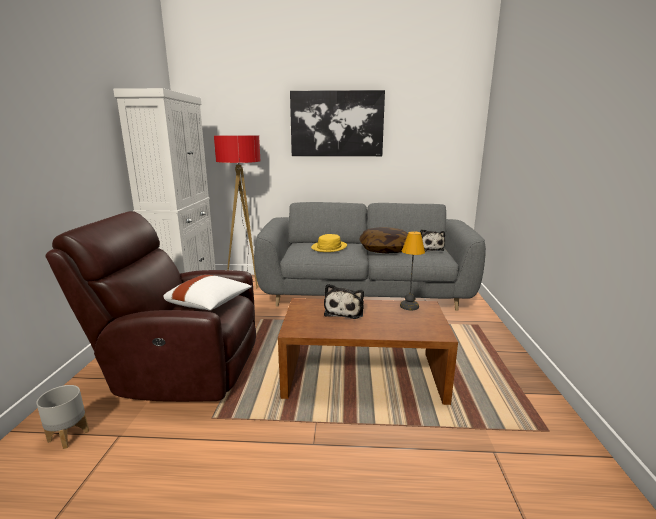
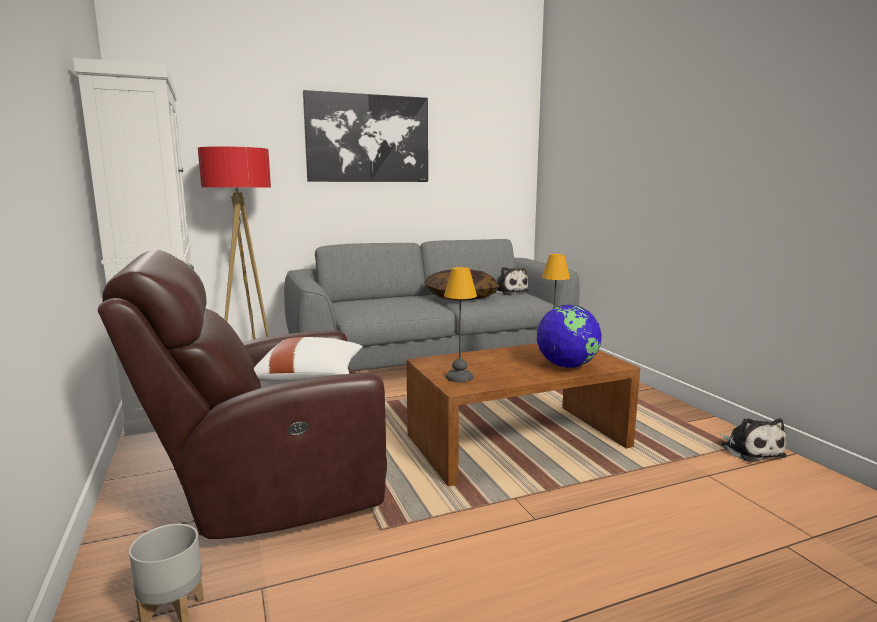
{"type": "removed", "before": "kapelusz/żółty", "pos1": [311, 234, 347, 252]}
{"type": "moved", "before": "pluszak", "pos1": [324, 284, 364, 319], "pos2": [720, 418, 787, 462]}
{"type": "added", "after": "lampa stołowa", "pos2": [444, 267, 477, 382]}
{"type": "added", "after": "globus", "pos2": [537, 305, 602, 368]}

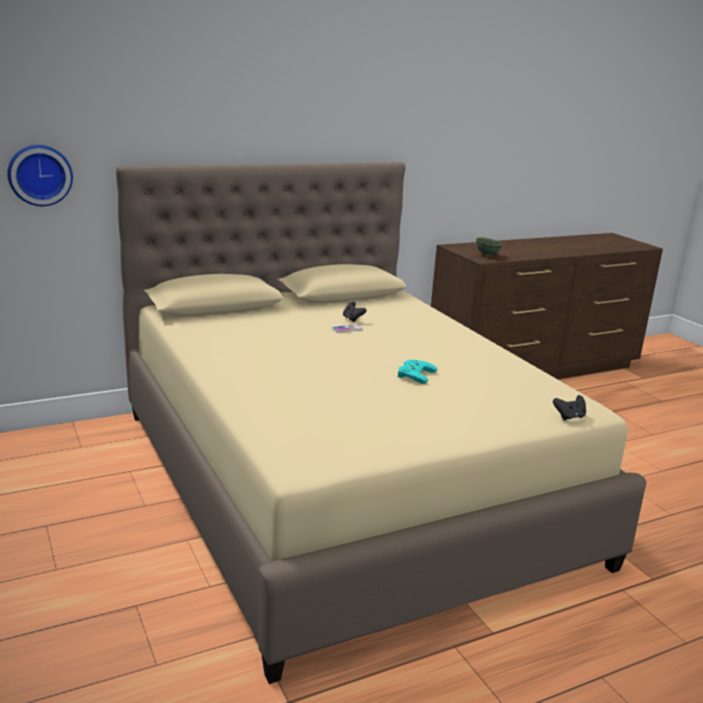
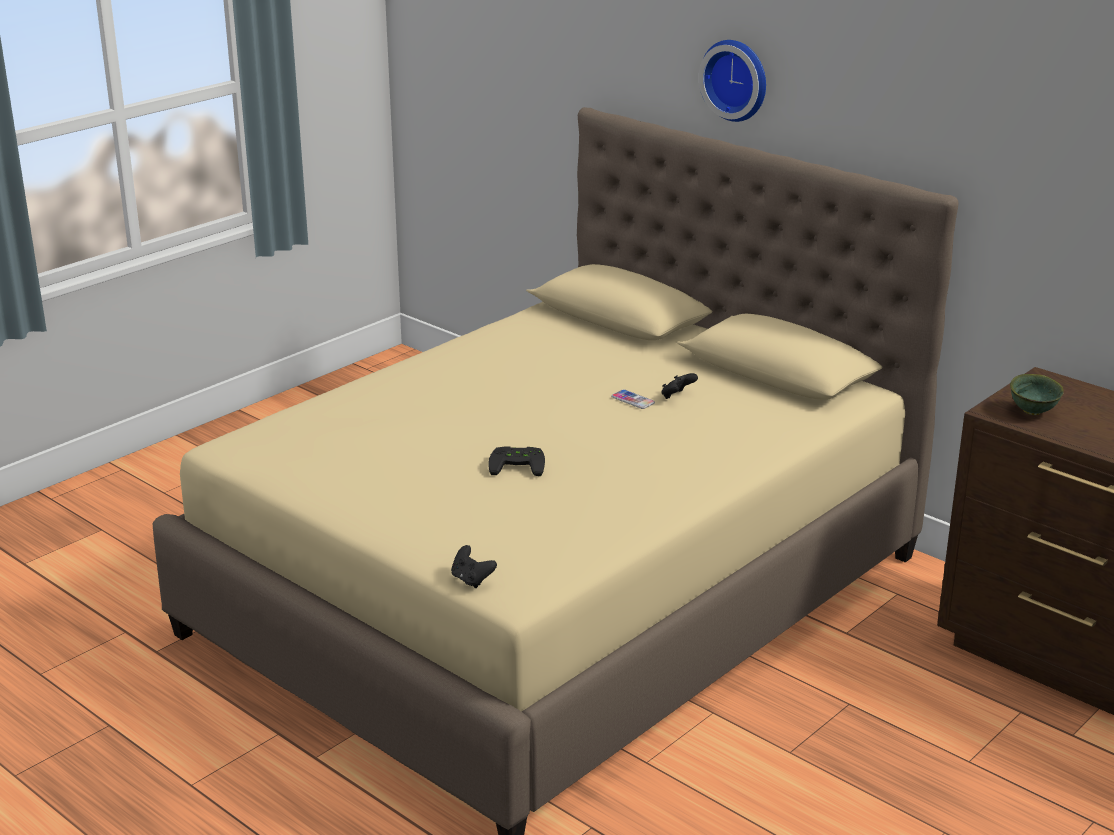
{"type": "moved", "before": "zegar ścienny", "pos1": [7, 145, 73, 206], "pos2": [699, 40, 766, 122]}
{"type": "recoloured", "before": "pad do gier/turkusowy", "after": "pad do gier/czarny", "pos1": [398, 360, 437, 384], "pos2": [488, 446, 545, 476]}

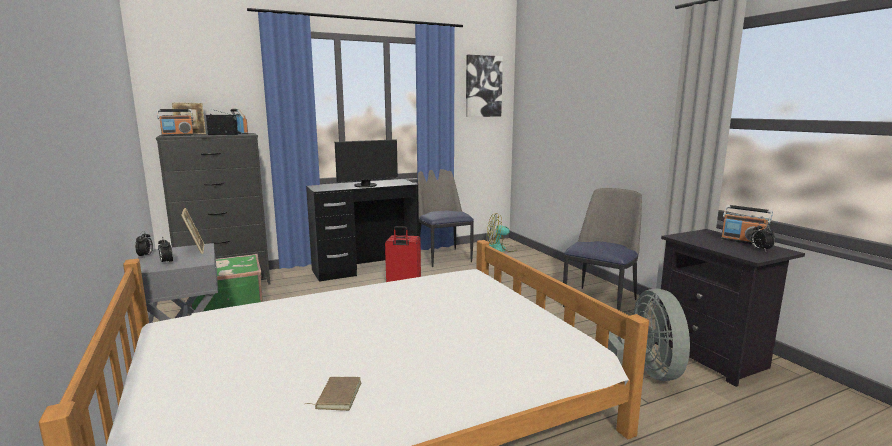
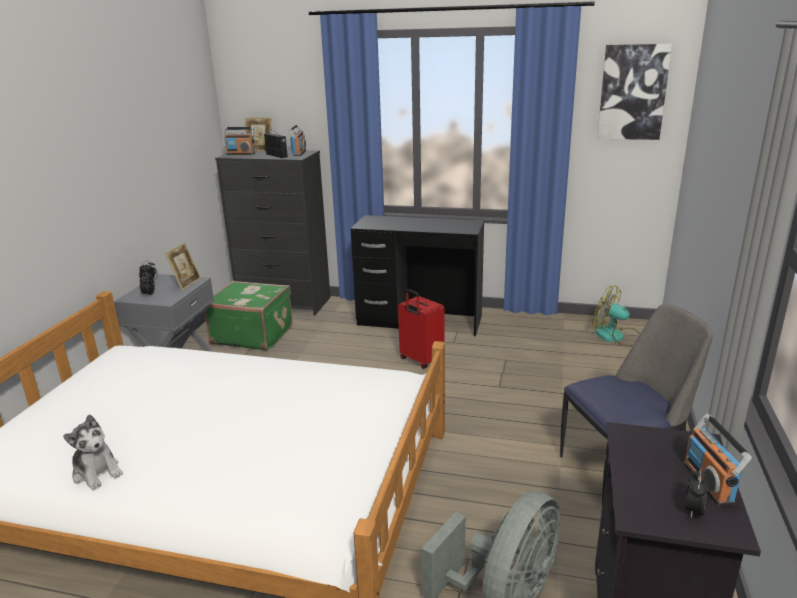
{"type": "replaced", "before": "książka/brązowy", "after": "pluszak", "pos1": [305, 377, 361, 411], "pos2": [63, 415, 123, 490]}
{"type": "removed", "before": "monitor", "pos1": [335, 139, 398, 188]}
{"type": "removed", "before": "krzesło", "pos1": [418, 169, 474, 267]}

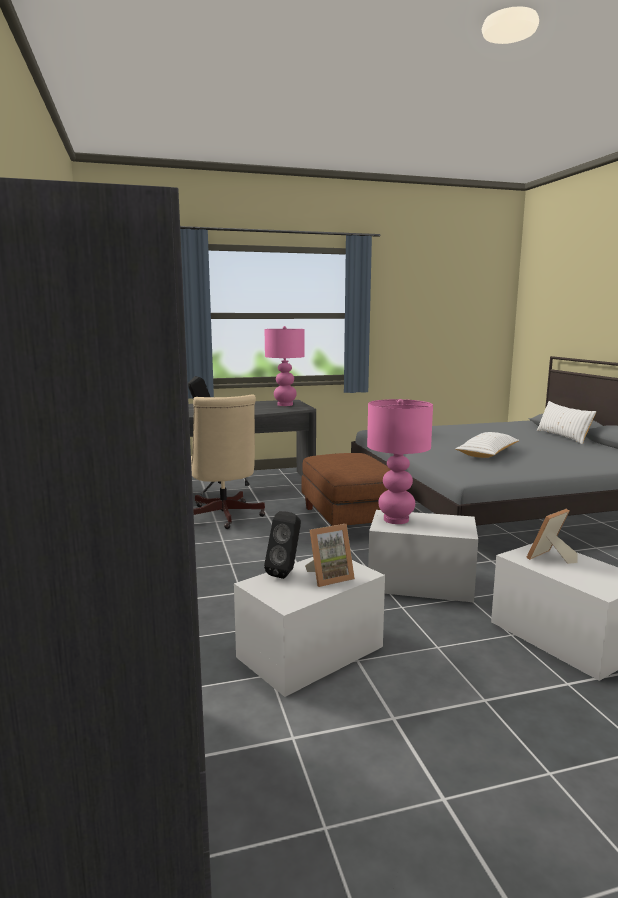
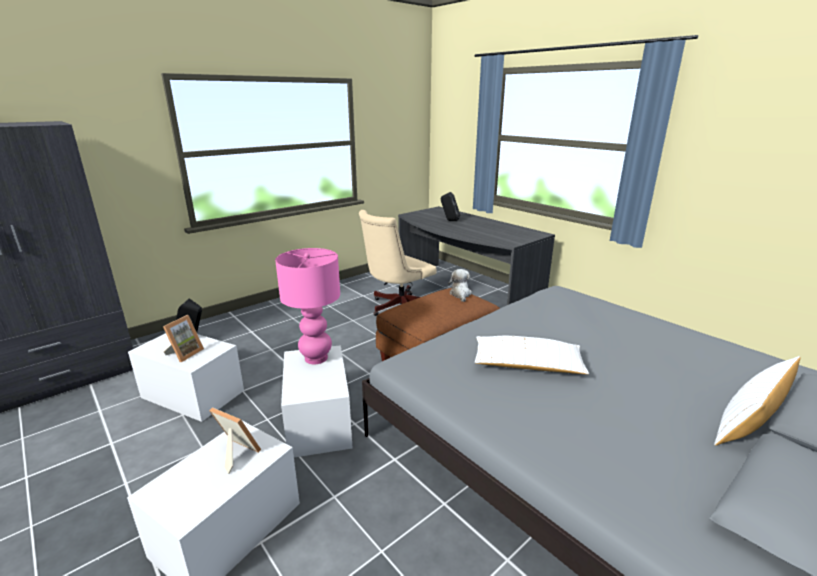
{"type": "removed", "before": "lampa stołowa/różowy", "pos1": [265, 326, 305, 406]}
{"type": "turned", "before": "ramka na zdjęcie", "pos1": [305, 524, 355, 587], "pos2": [163, 315, 204, 362], "turn": -105}
{"type": "added", "after": "pluszak", "pos2": [448, 269, 472, 302]}

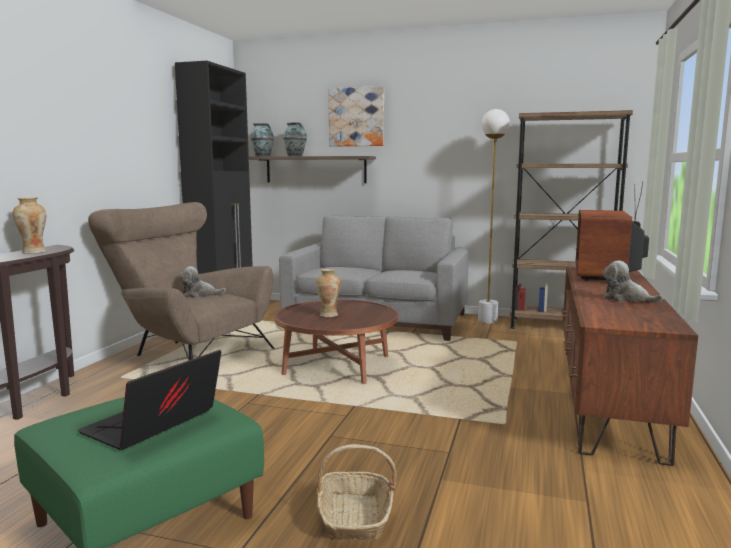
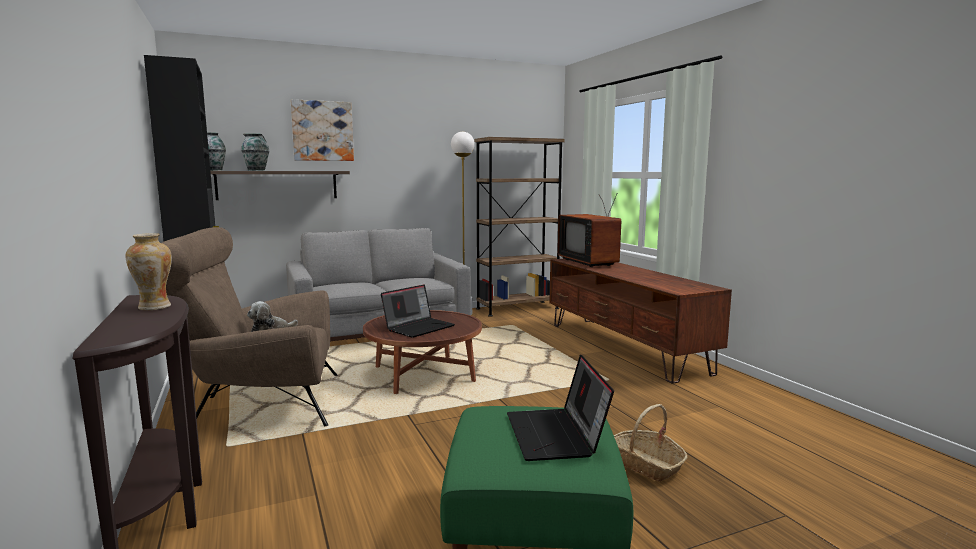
{"type": "replaced", "before": "wazon", "after": "laptop", "pos1": [316, 269, 341, 317], "pos2": [381, 285, 455, 338]}
{"type": "removed", "before": "pluszak", "pos1": [603, 261, 664, 303]}

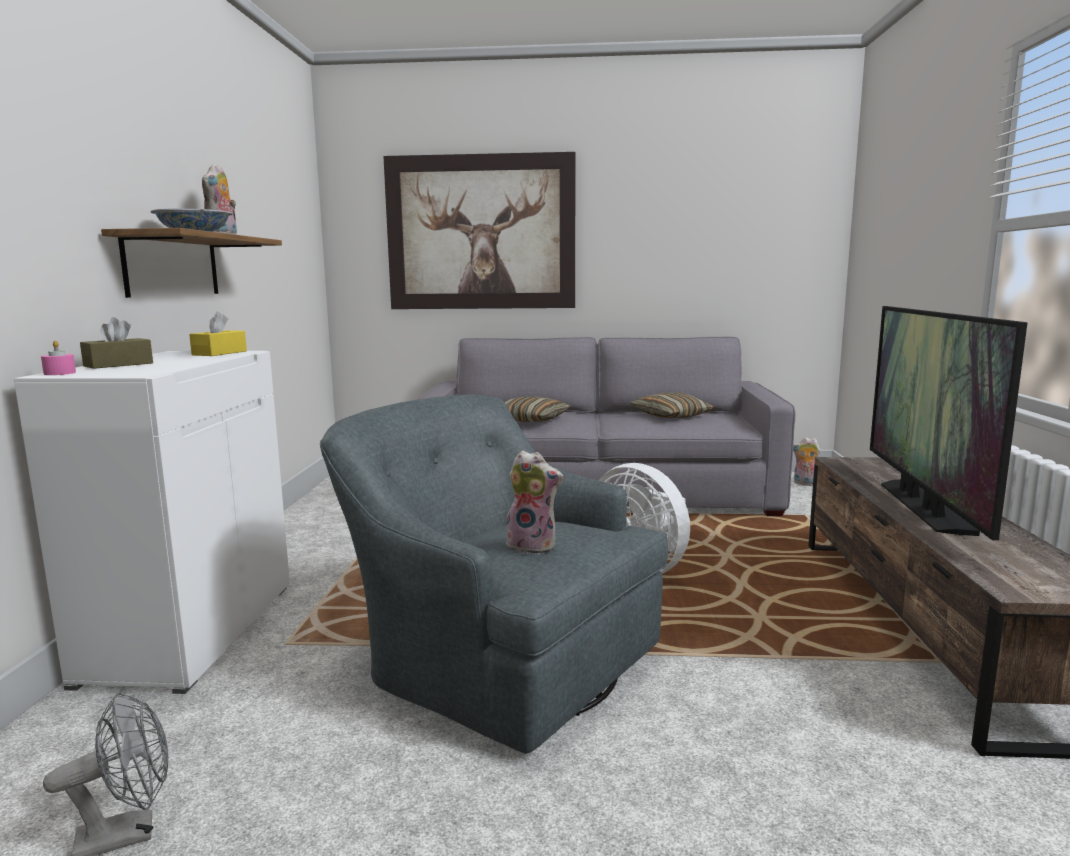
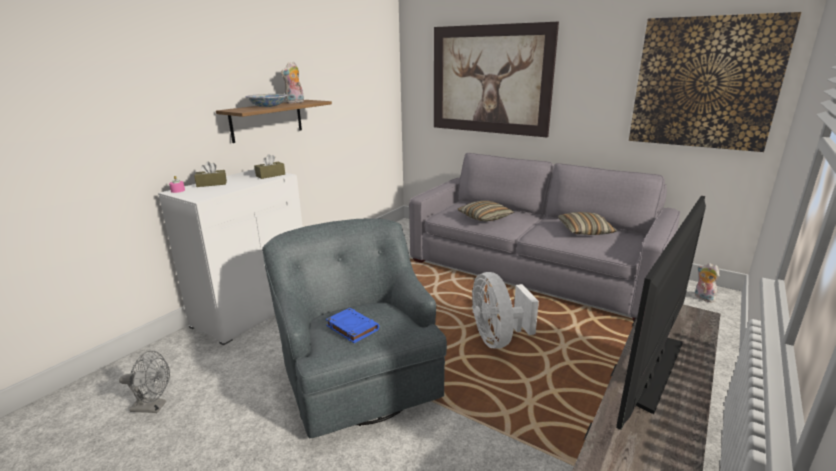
{"type": "recoloured", "before": "pudełko chusteczek/żółty", "after": "pudełko chusteczek/brązowy", "pos1": [189, 312, 247, 356], "pos2": [254, 154, 285, 179]}
{"type": "replaced", "before": "pluszak", "after": "książka/niebieski", "pos1": [506, 450, 563, 554], "pos2": [326, 308, 379, 343]}
{"type": "added", "after": "obraz", "pos2": [629, 12, 801, 152]}

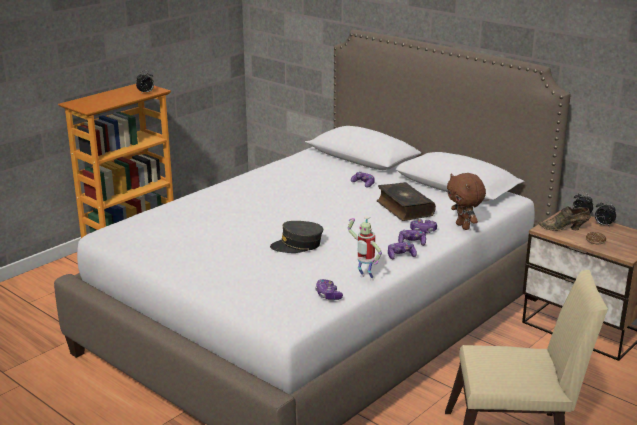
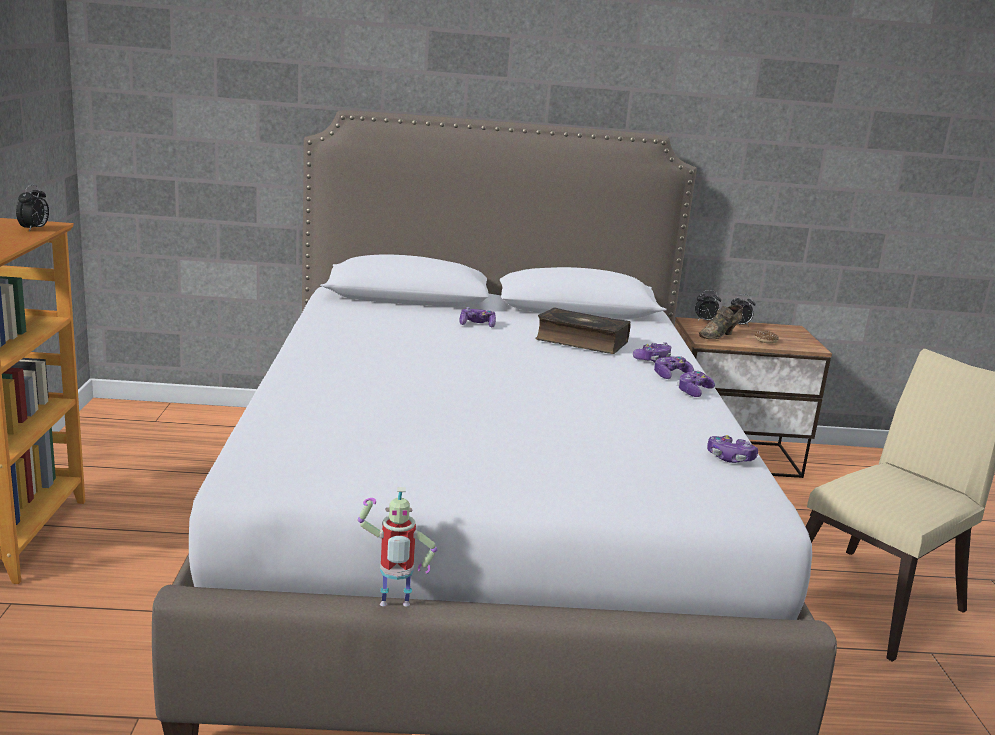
{"type": "removed", "before": "czapka z daszkiem/szary", "pos1": [270, 221, 323, 253]}
{"type": "moved", "before": "robot zabawkowy", "pos1": [348, 216, 382, 281], "pos2": [358, 487, 437, 606]}
{"type": "removed", "before": "pluszak/brązowy", "pos1": [447, 173, 486, 230]}

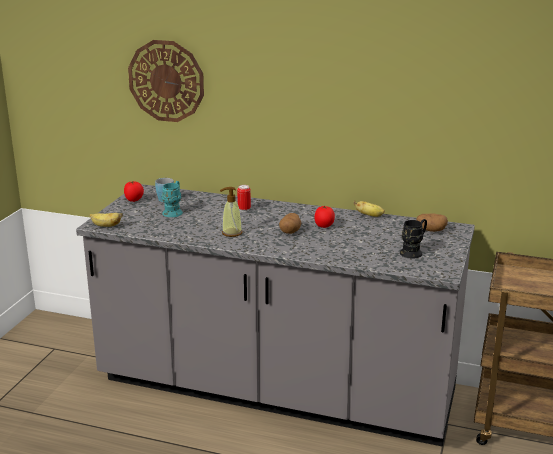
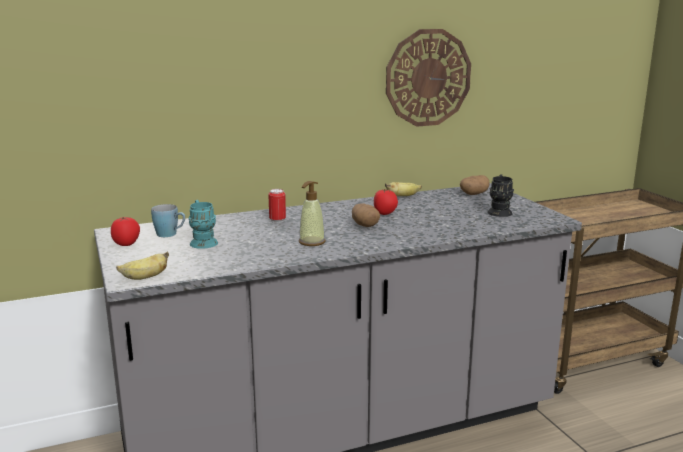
{"type": "moved", "before": "zegar ścienny", "pos1": [128, 40, 204, 122], "pos2": [386, 29, 471, 127]}

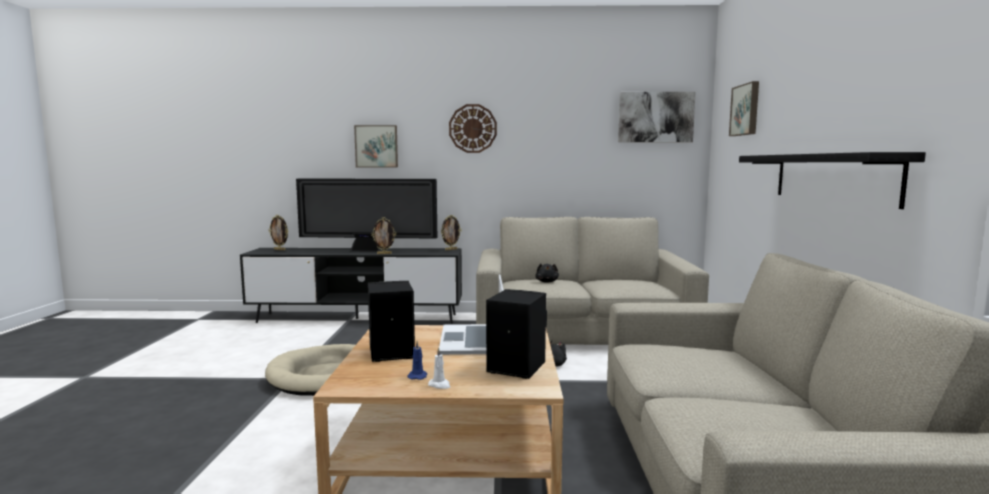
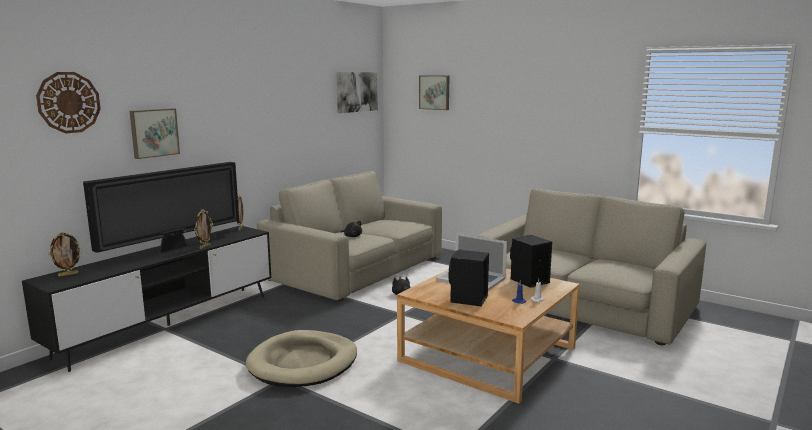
{"type": "moved", "before": "zegar ścienny", "pos1": [449, 104, 497, 153], "pos2": [36, 72, 101, 133]}
{"type": "removed", "before": "półka/czarny", "pos1": [739, 152, 926, 209]}

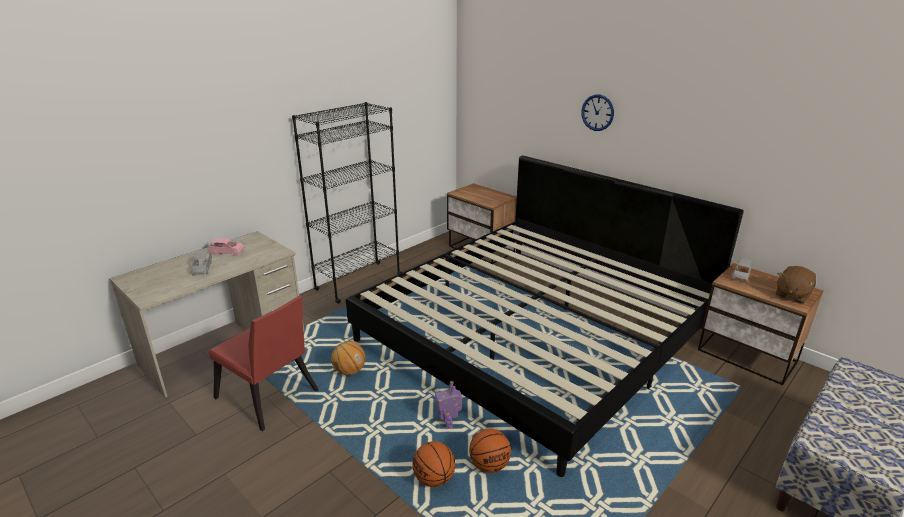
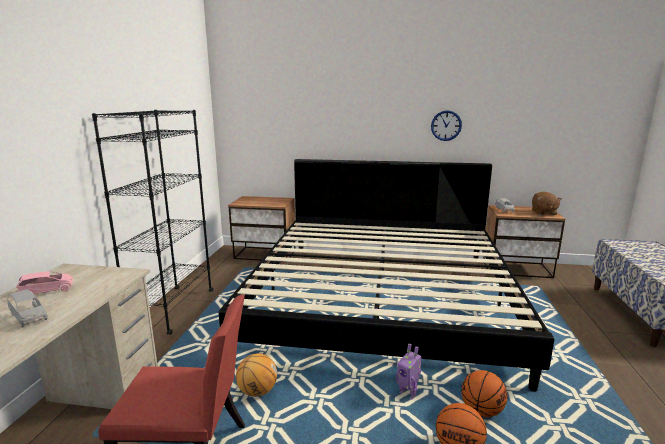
{"type": "moved", "before": "zegar ścienny", "pos1": [581, 94, 614, 131], "pos2": [431, 110, 462, 141]}

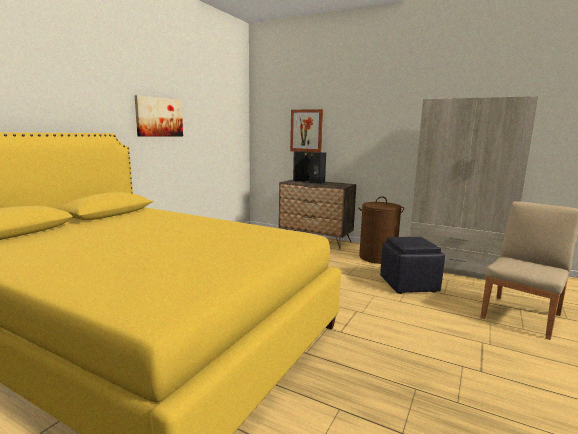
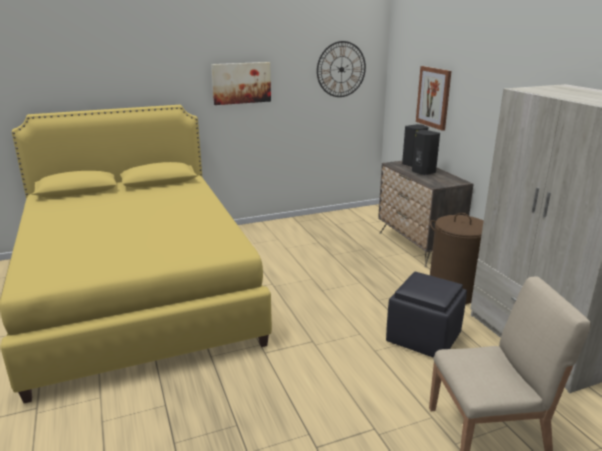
{"type": "added", "after": "zegar ścienny", "pos2": [317, 41, 366, 97]}

